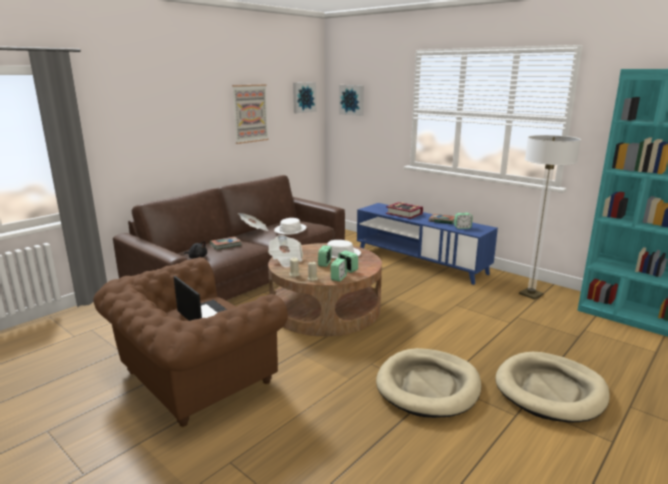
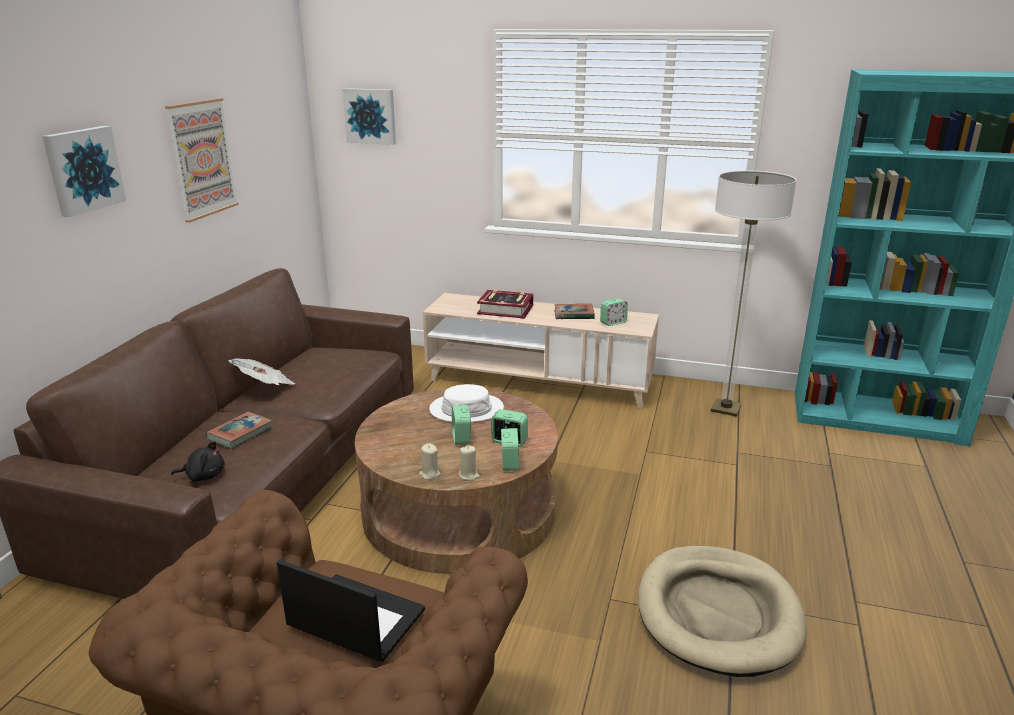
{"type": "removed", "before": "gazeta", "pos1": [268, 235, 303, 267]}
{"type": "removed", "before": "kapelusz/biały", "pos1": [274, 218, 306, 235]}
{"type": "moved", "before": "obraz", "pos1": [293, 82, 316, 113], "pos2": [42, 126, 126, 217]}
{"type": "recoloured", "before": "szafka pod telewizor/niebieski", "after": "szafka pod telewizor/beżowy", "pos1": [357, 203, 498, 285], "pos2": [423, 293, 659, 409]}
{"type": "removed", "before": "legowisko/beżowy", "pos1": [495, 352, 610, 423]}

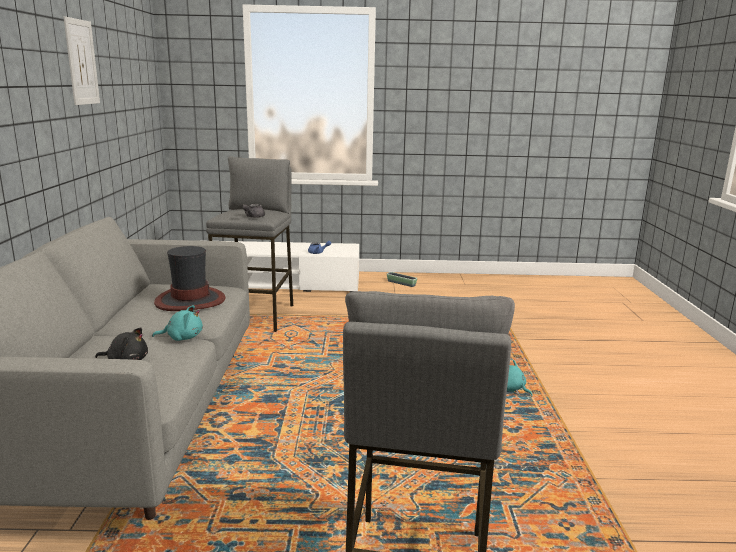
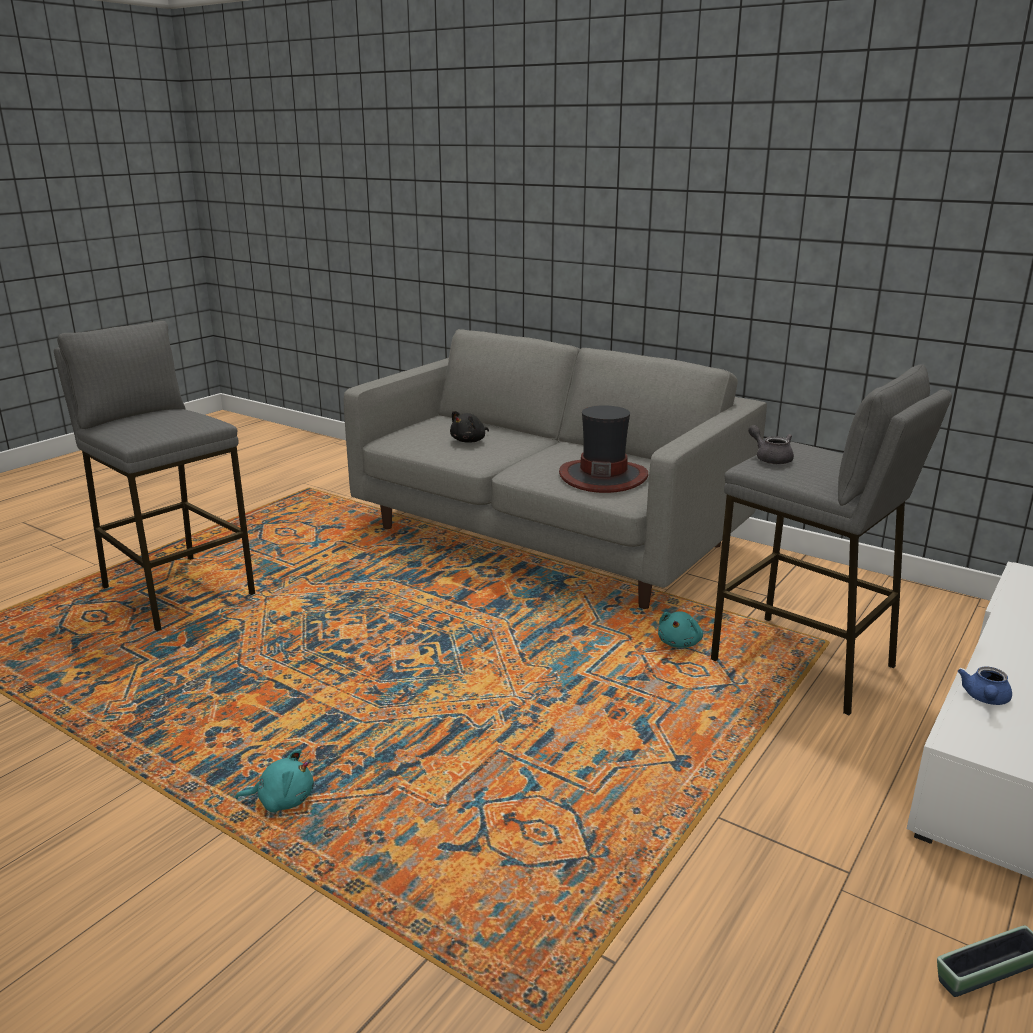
{"type": "removed", "before": "obraz", "pos1": [63, 16, 100, 105]}
{"type": "moved", "before": "pluszak/turkusowy", "pos1": [152, 305, 203, 341], "pos2": [658, 611, 703, 648]}

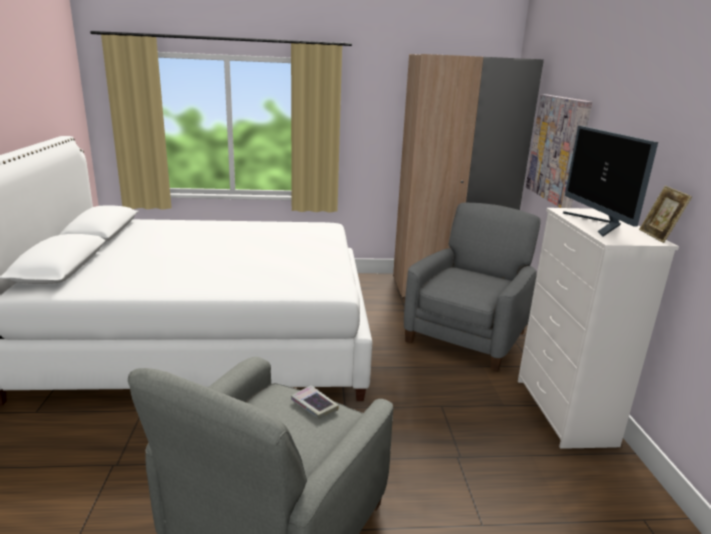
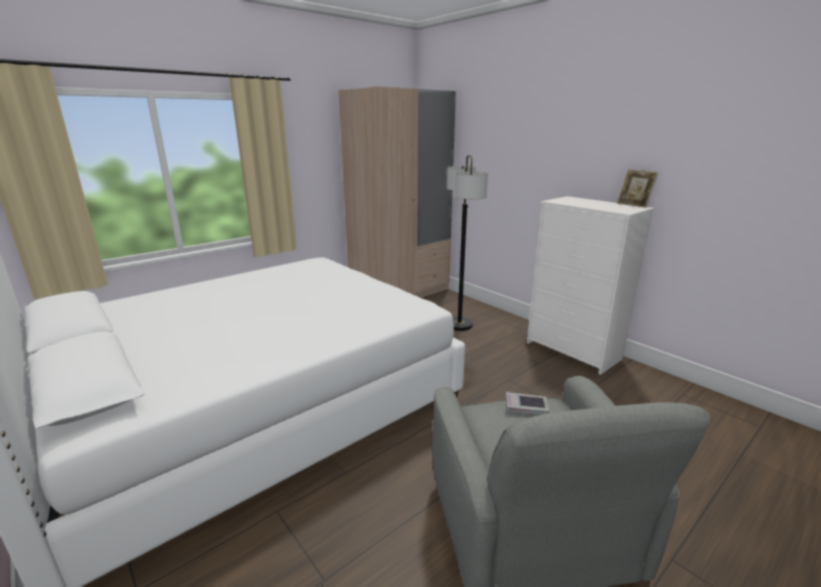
{"type": "replaced", "before": "fotel/szary", "after": "lampa stojąca", "pos1": [404, 203, 541, 371], "pos2": [447, 154, 488, 331]}
{"type": "removed", "before": "obraz", "pos1": [526, 94, 592, 208]}
{"type": "removed", "before": "monitor", "pos1": [563, 126, 658, 236]}

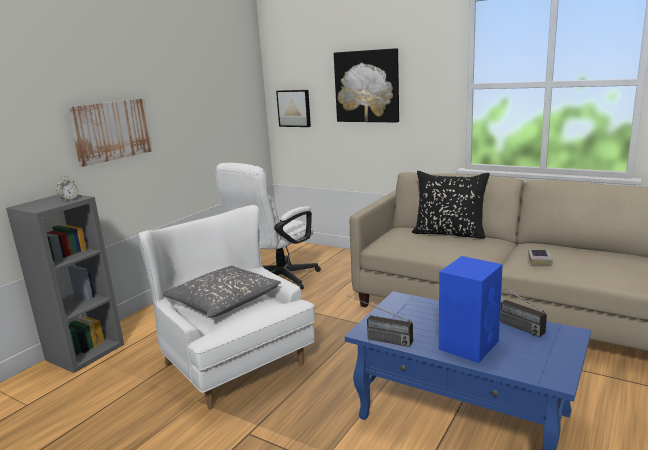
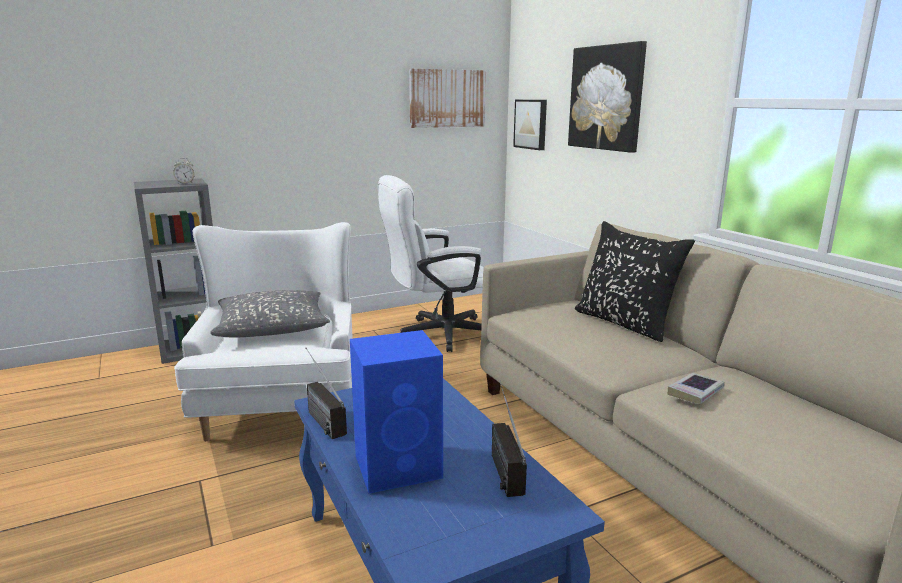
{"type": "moved", "before": "obraz", "pos1": [68, 98, 152, 167], "pos2": [409, 69, 486, 128]}

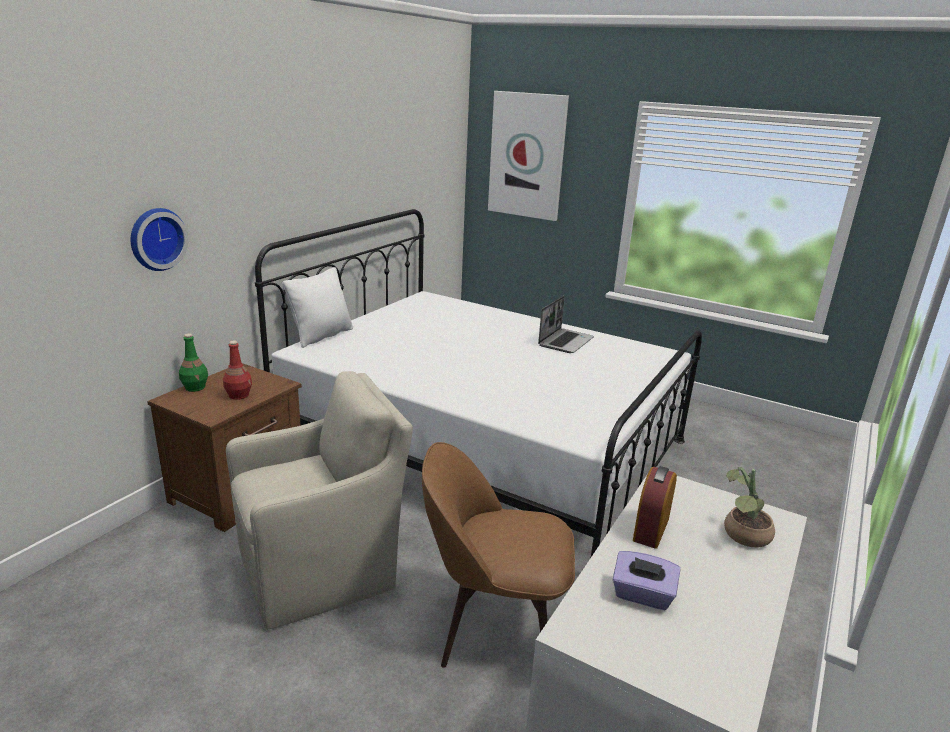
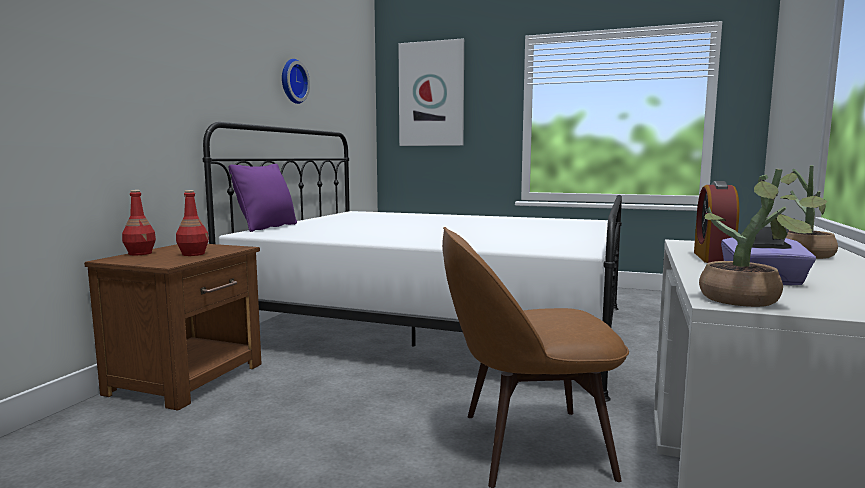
{"type": "moved", "before": "zegar ścienny", "pos1": [131, 208, 188, 271], "pos2": [282, 59, 310, 104]}
{"type": "recoloured", "before": "butelka/zielony", "after": "butelka/czerwony", "pos1": [179, 334, 208, 392], "pos2": [122, 190, 156, 255]}
{"type": "removed", "before": "fotel/beżowy", "pos1": [226, 371, 413, 630]}
{"type": "recoloured", "before": "poduszka/biały", "after": "poduszka/fioletowy", "pos1": [282, 267, 353, 348], "pos2": [229, 164, 297, 232]}
{"type": "removed", "before": "laptop", "pos1": [538, 296, 594, 353]}
{"type": "added", "after": "roślina doniczkowa", "pos2": [699, 169, 814, 307]}

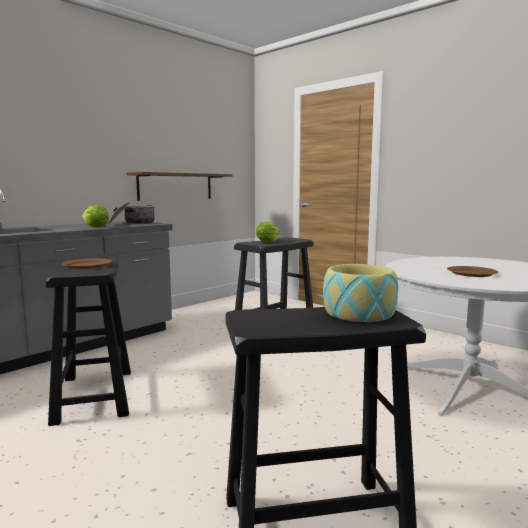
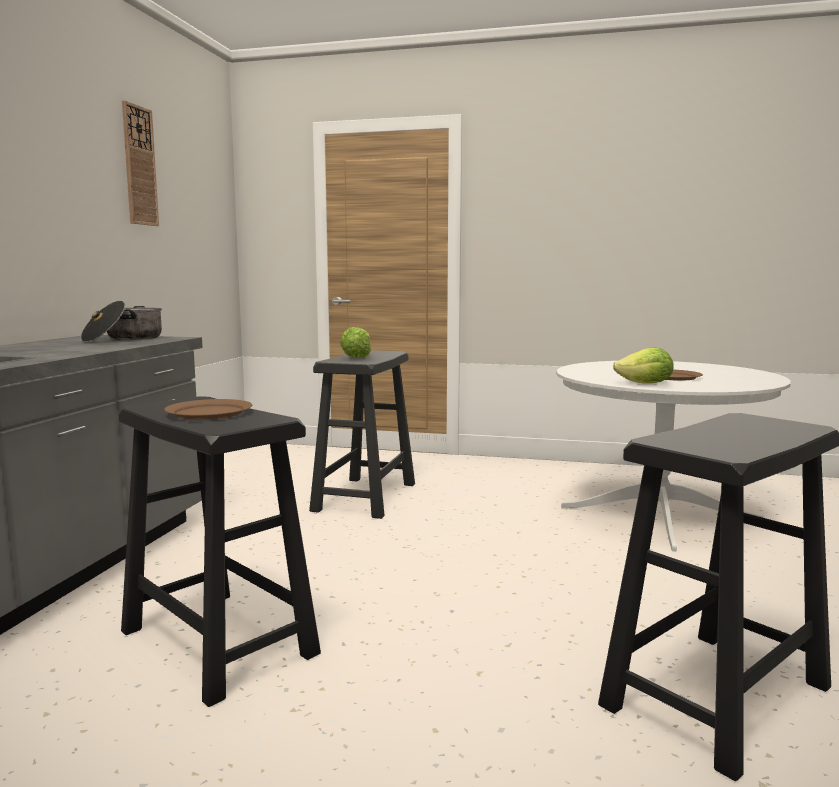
{"type": "moved", "before": "sałata", "pos1": [82, 205, 109, 227], "pos2": [613, 347, 674, 384]}
{"type": "removed", "before": "półka/brązowy", "pos1": [127, 172, 233, 201]}
{"type": "removed", "before": "miska", "pos1": [323, 264, 398, 322]}
{"type": "added", "after": "zegar ścienny", "pos2": [122, 100, 159, 226]}

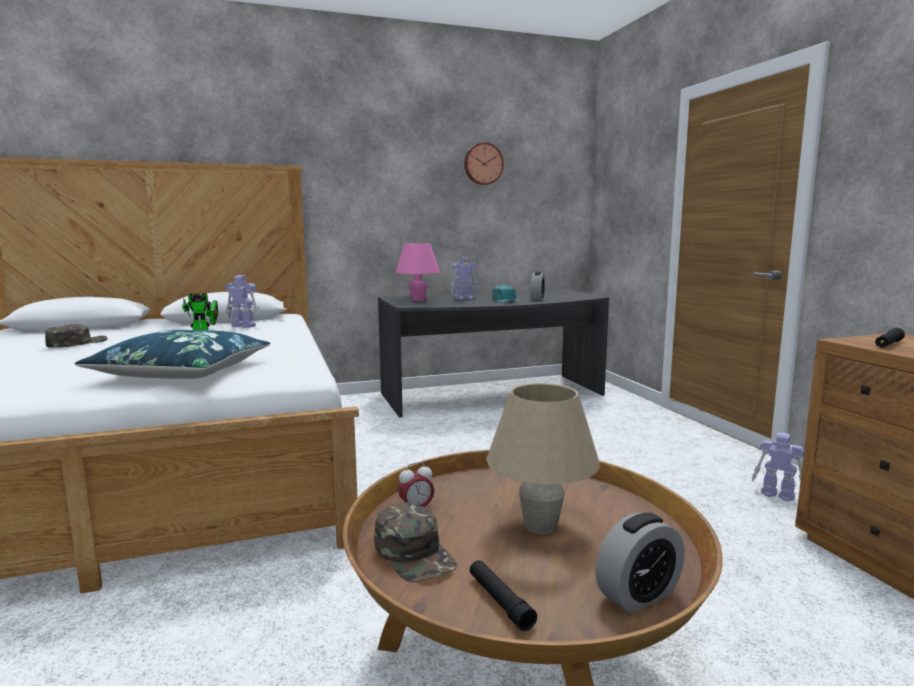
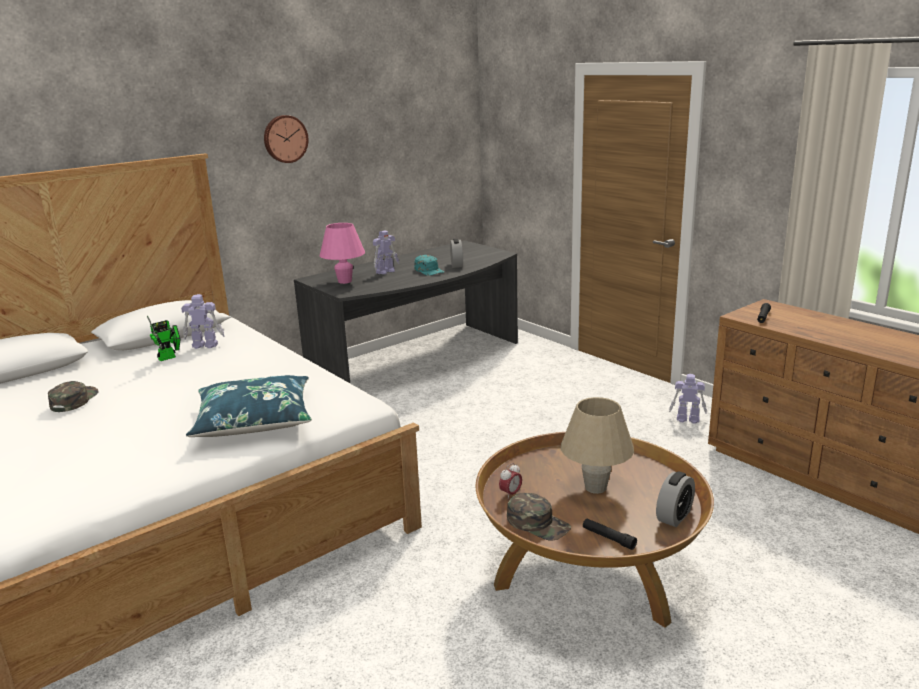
{"type": "moved", "before": "zegar ścienny", "pos1": [464, 142, 504, 185], "pos2": [264, 115, 309, 163]}

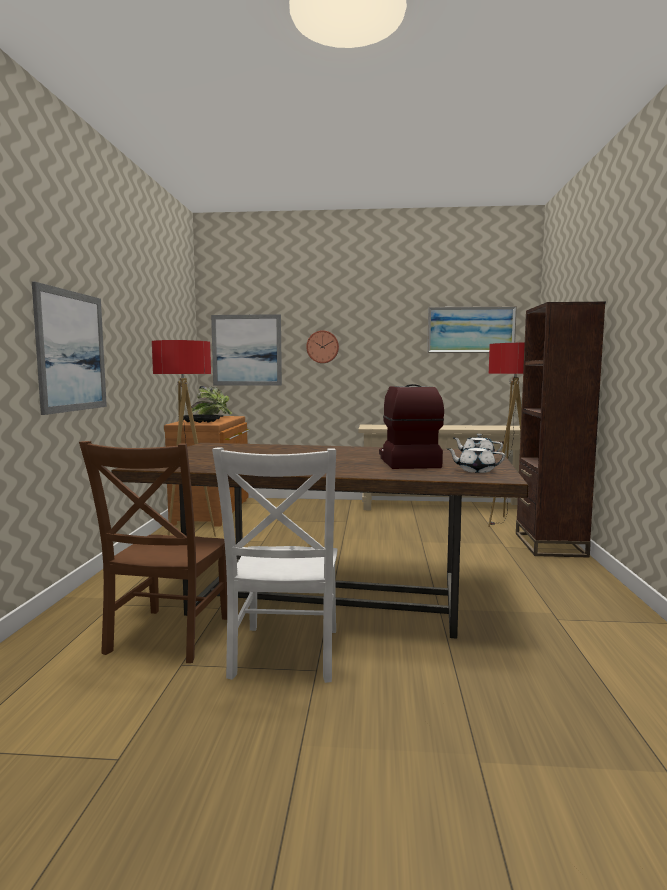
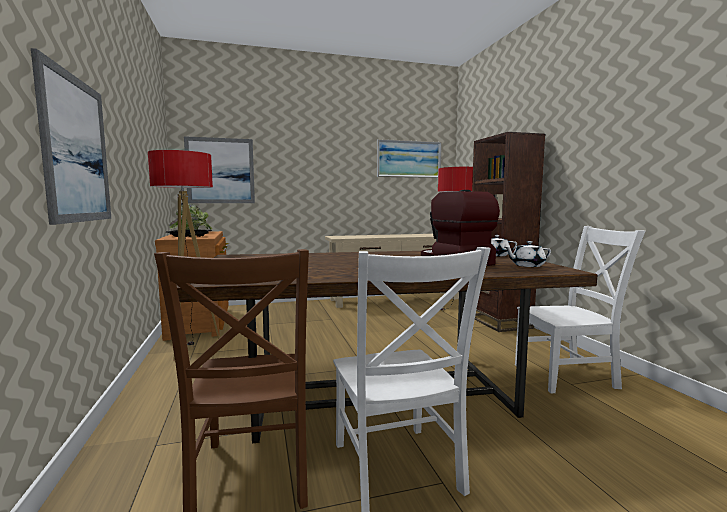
{"type": "removed", "before": "zegar ścienny", "pos1": [306, 330, 339, 363]}
{"type": "added", "after": "krzesło/biały", "pos2": [515, 226, 645, 393]}

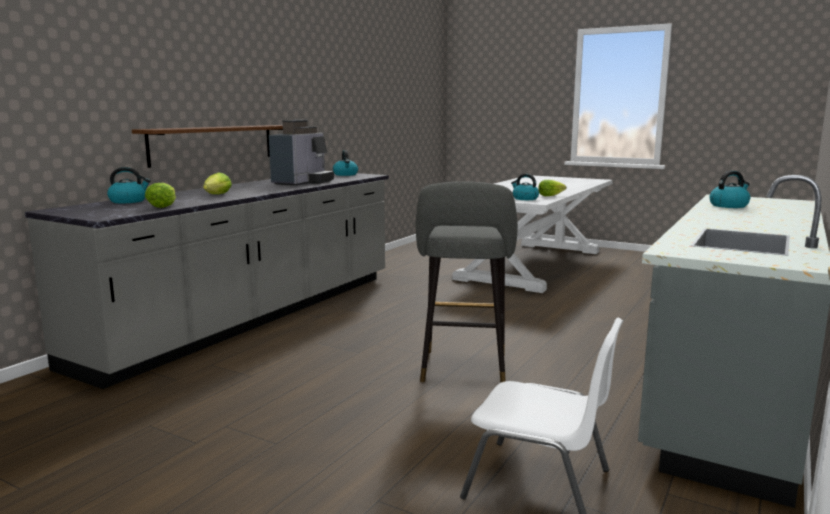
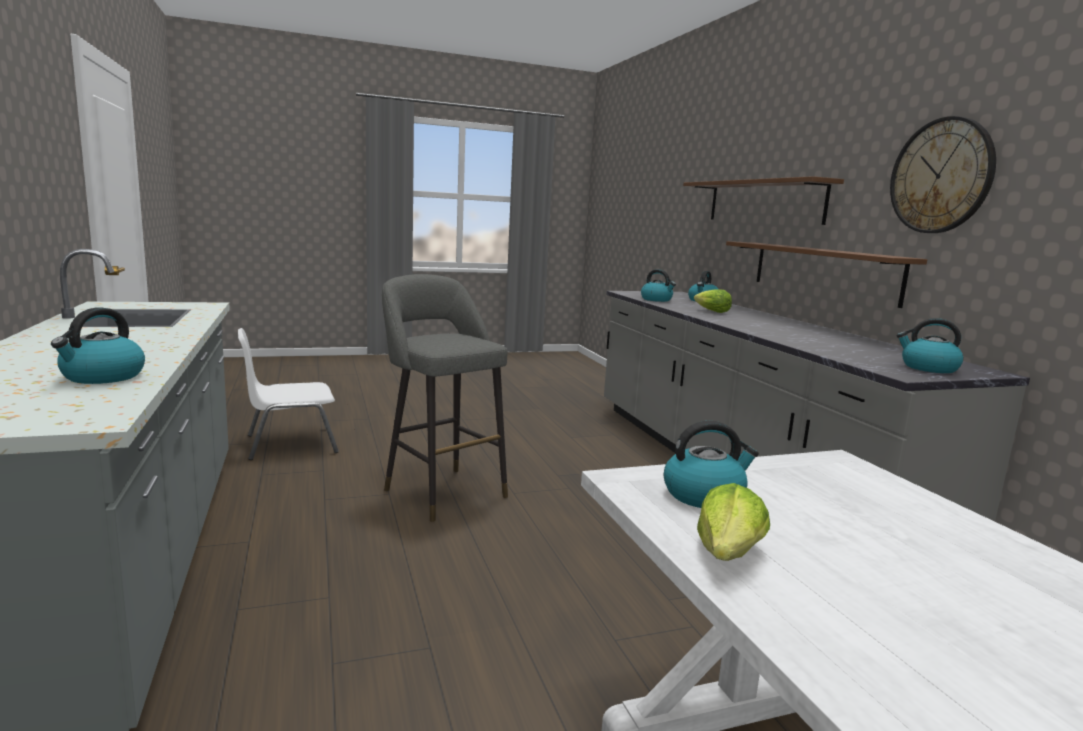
{"type": "replaced", "before": "sałata", "after": "czajnik", "pos1": [145, 183, 176, 208], "pos2": [641, 269, 676, 302]}
{"type": "removed", "before": "ekspres do kawy", "pos1": [269, 120, 334, 186]}
{"type": "added", "after": "półka/brązowy", "pos2": [683, 176, 844, 225]}
{"type": "added", "after": "zegar ścienny", "pos2": [890, 116, 996, 233]}

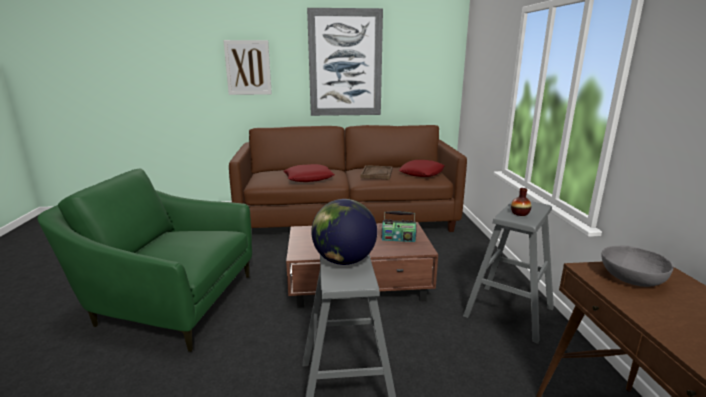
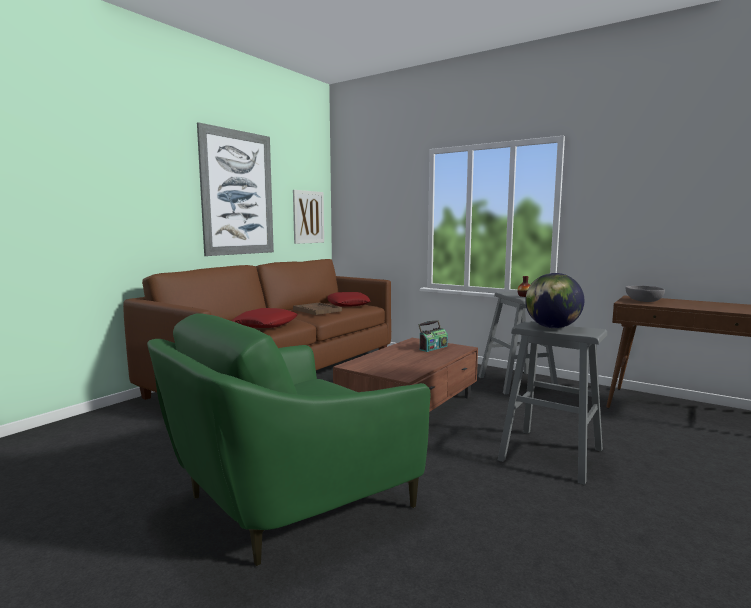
{"type": "moved", "before": "obraz", "pos1": [223, 40, 272, 95], "pos2": [293, 190, 324, 244]}

